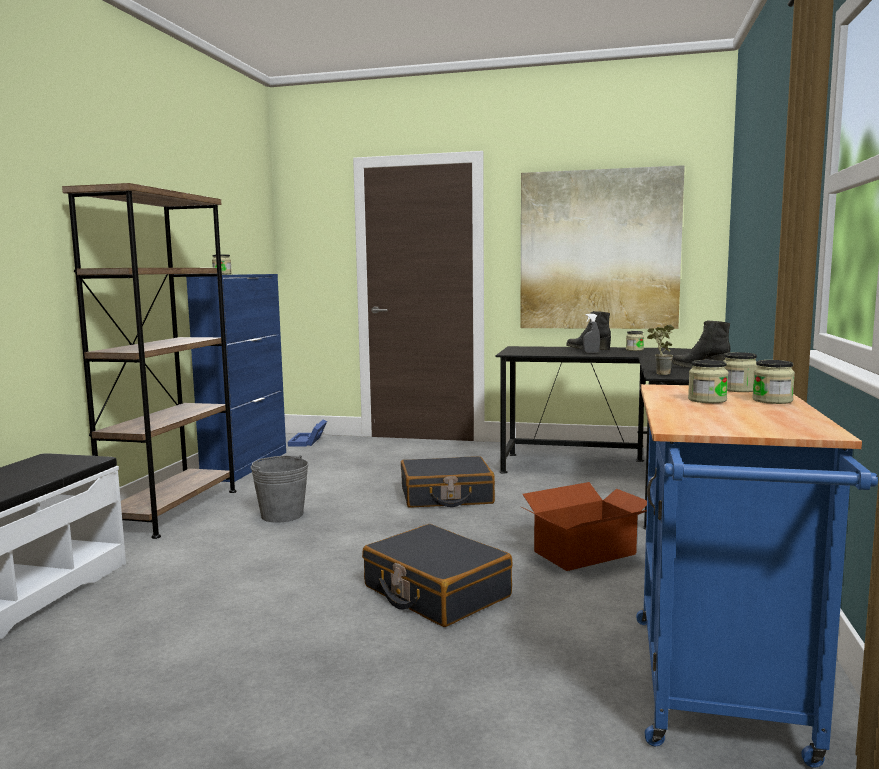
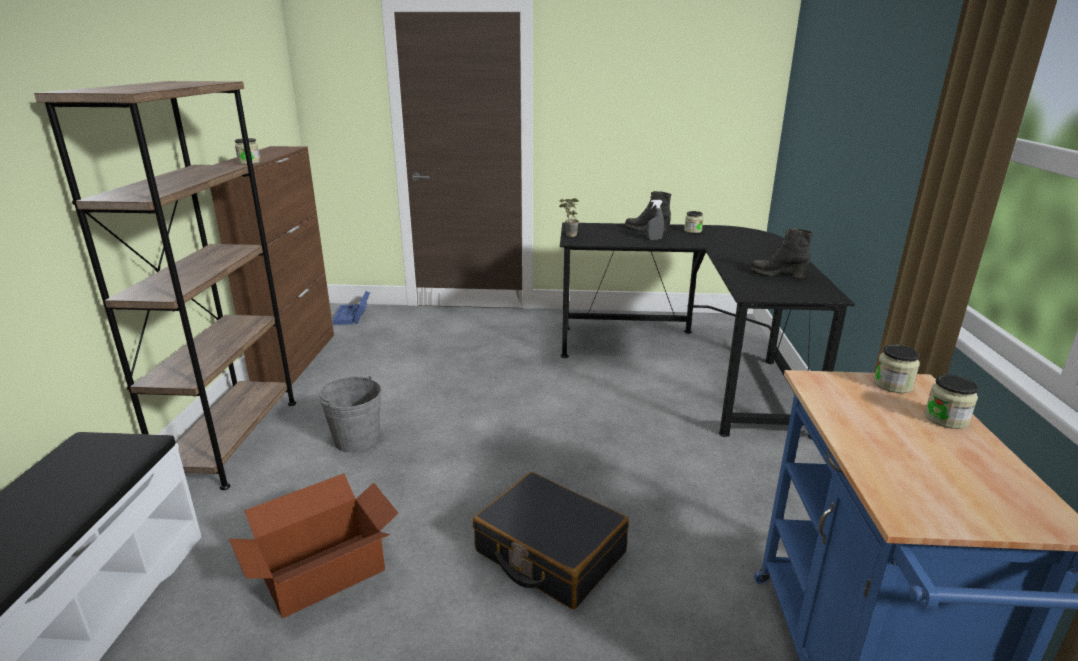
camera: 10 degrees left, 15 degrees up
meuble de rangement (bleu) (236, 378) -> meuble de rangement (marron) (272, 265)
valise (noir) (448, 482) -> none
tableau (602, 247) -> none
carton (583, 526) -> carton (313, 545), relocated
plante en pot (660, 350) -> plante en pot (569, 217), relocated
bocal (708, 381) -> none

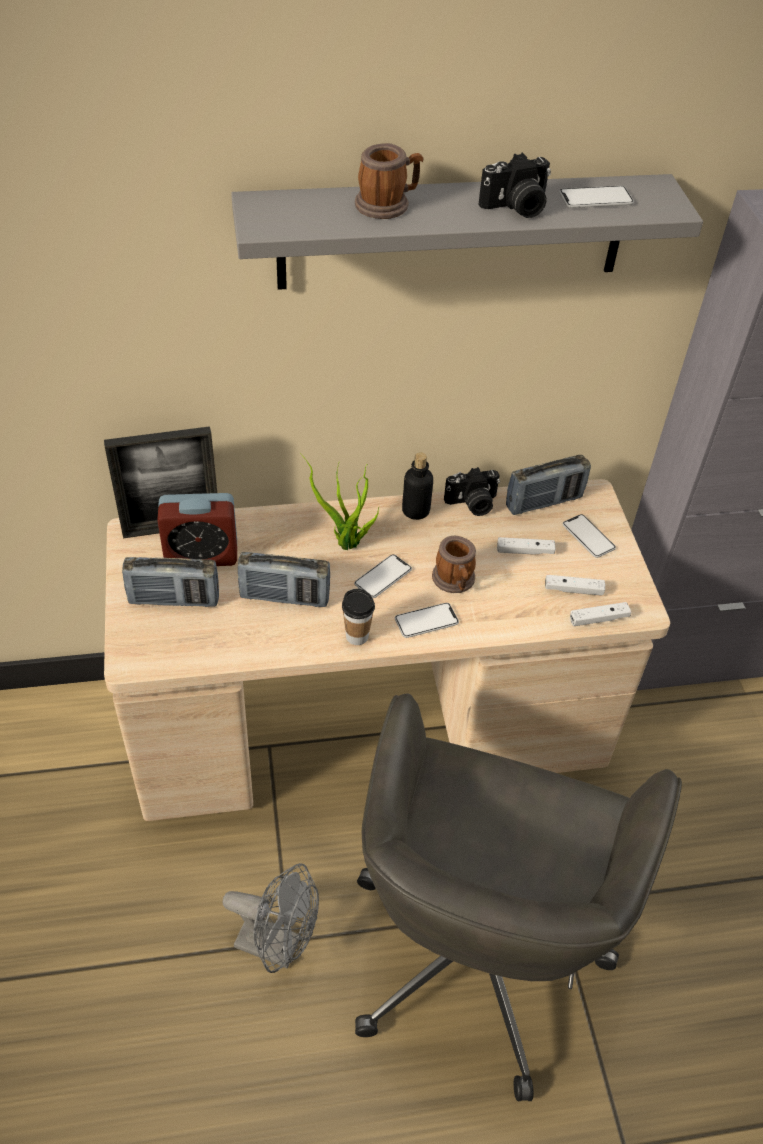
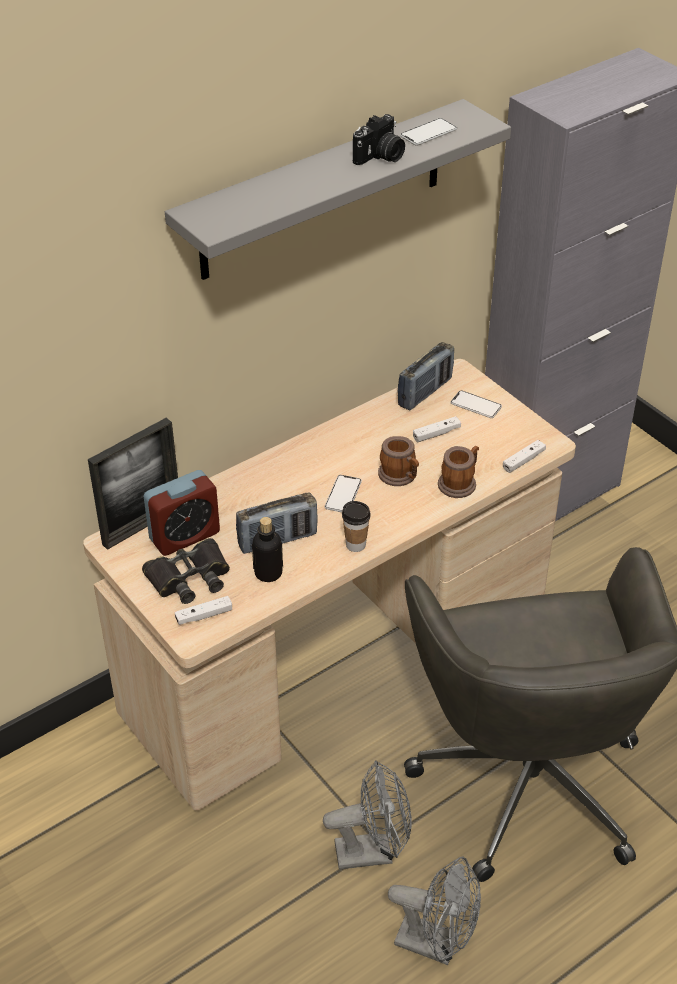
camera: 25 degrees left, 5 degrees down
radio (170, 582) -> jumelles (noir) (186, 571)
plante en pot (340, 501) -> none
mug (389, 181) -> mug (458, 472), relocated
téléphone (427, 620) -> none
bouteille (417, 486) -> bouteille (267, 549), relocated
appareil photo (472, 491) -> none
manette (blanc) (575, 585) -> manette (blanc) (203, 610), relocated
none -> ventilateur (gris) (434, 911)

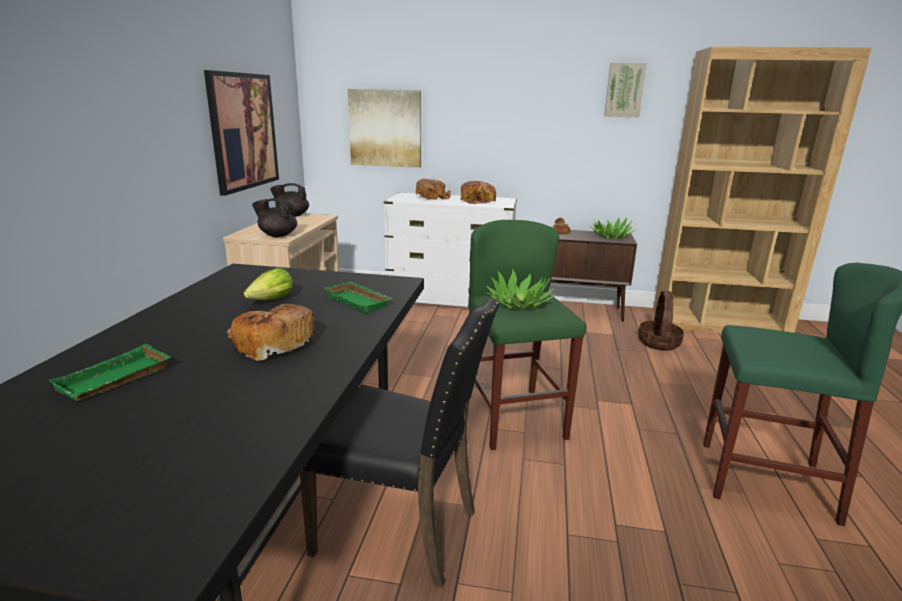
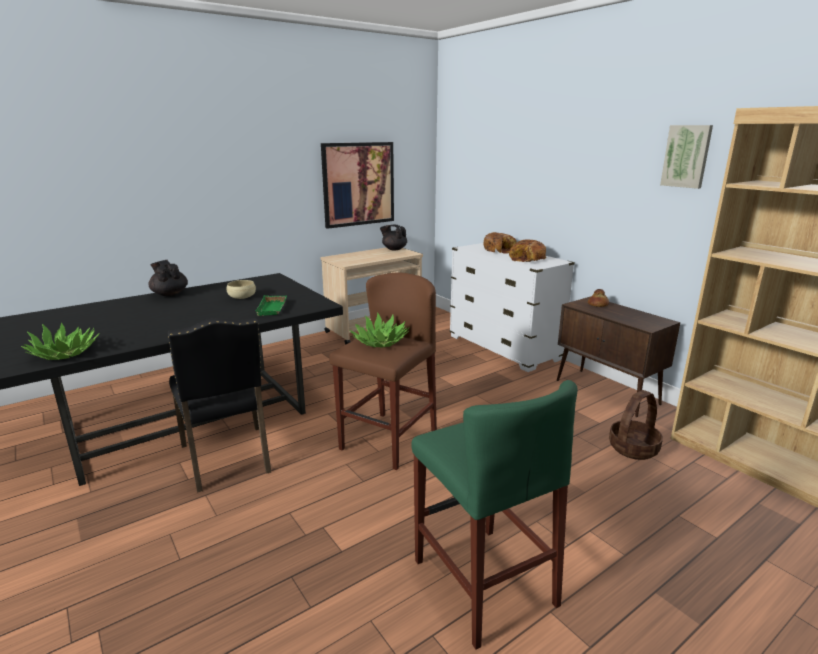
camera: 45 degrees right, 0 degrees up
plateau (vert) (109, 372) -> none
pain (270, 332) -> none
laitue (268, 284) -> bol (beige) (241, 289)
théière (noir) (274, 217) -> théière (noir) (168, 278), relocated
tableau (384, 128) -> none
tabouret (vert) (527, 335) -> tabouret (marron) (383, 371)
plante en pot (613, 228) -> plante en pot (60, 341), relocated

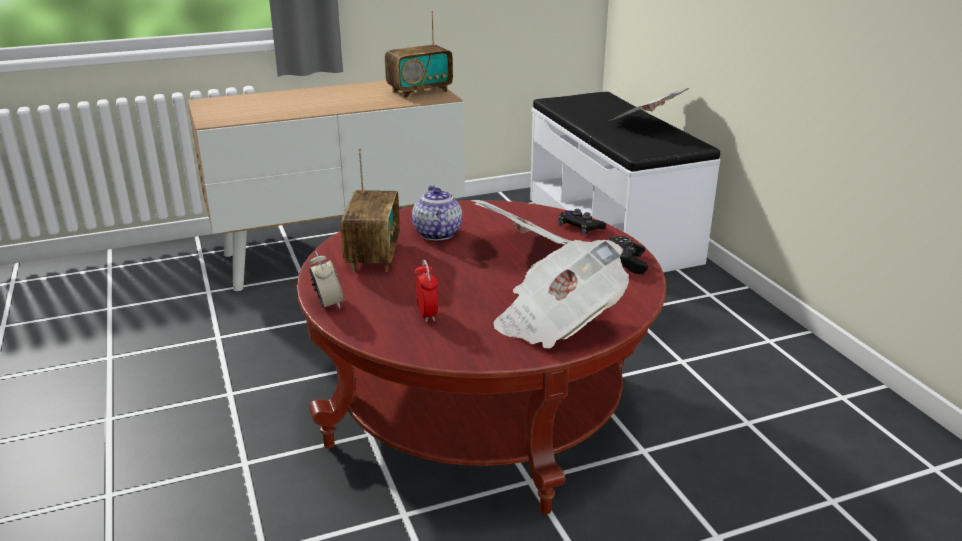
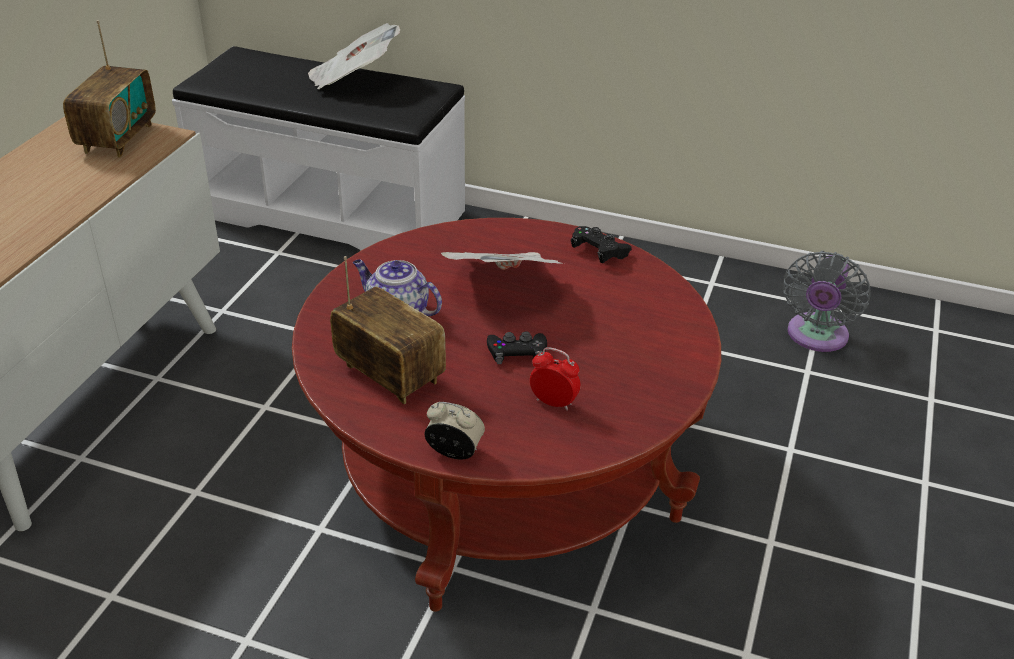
camera: 50 degrees left, 10 degrees up
journal (561, 294) -> none
manette (noir) (582, 222) -> manette (noir) (517, 347), relocated
none -> ventilateur (gris) (827, 301)

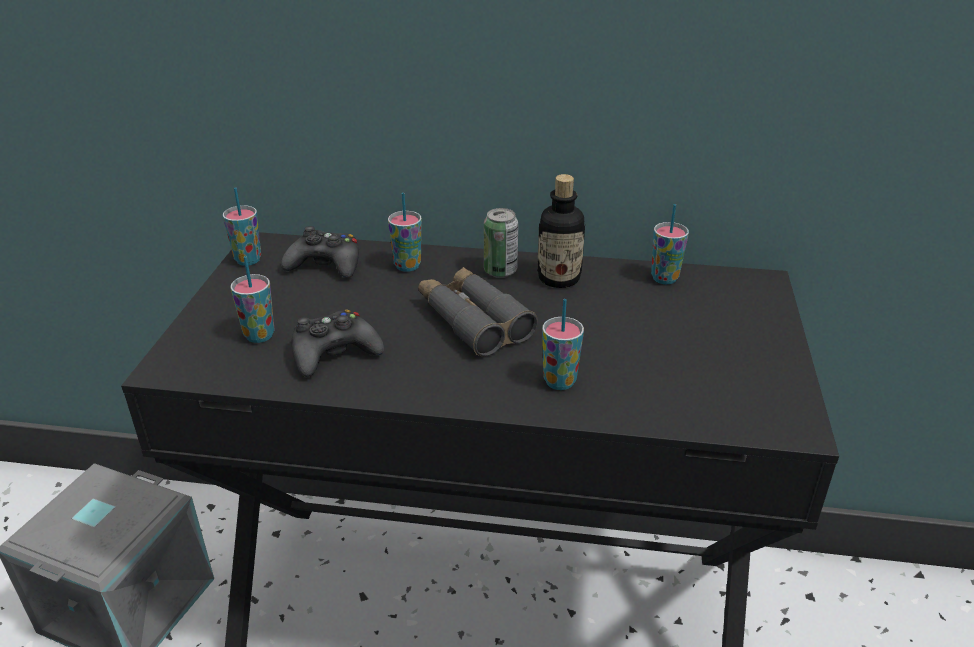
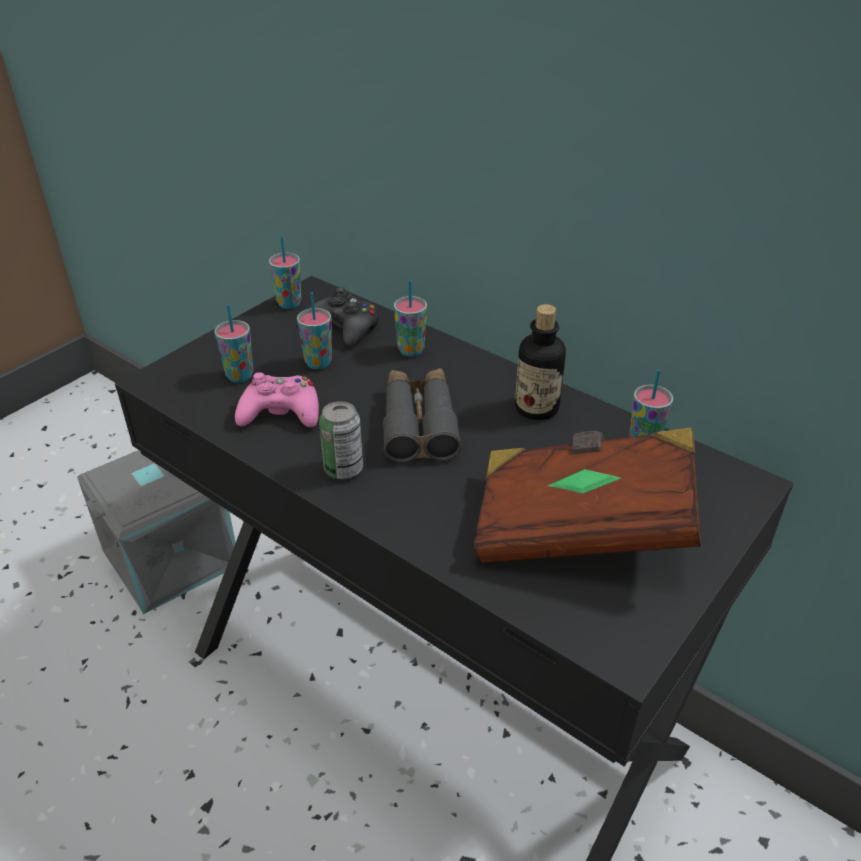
camera: 30 degrees right, 5 degrees up
manette (noir) (338, 343) -> manette (rose) (277, 400)
boîte métallique (501, 243) -> boîte métallique (341, 440), relocated
tasse (563, 344) -> tasse (314, 330), relocated
none -> livre (marron) (587, 495)

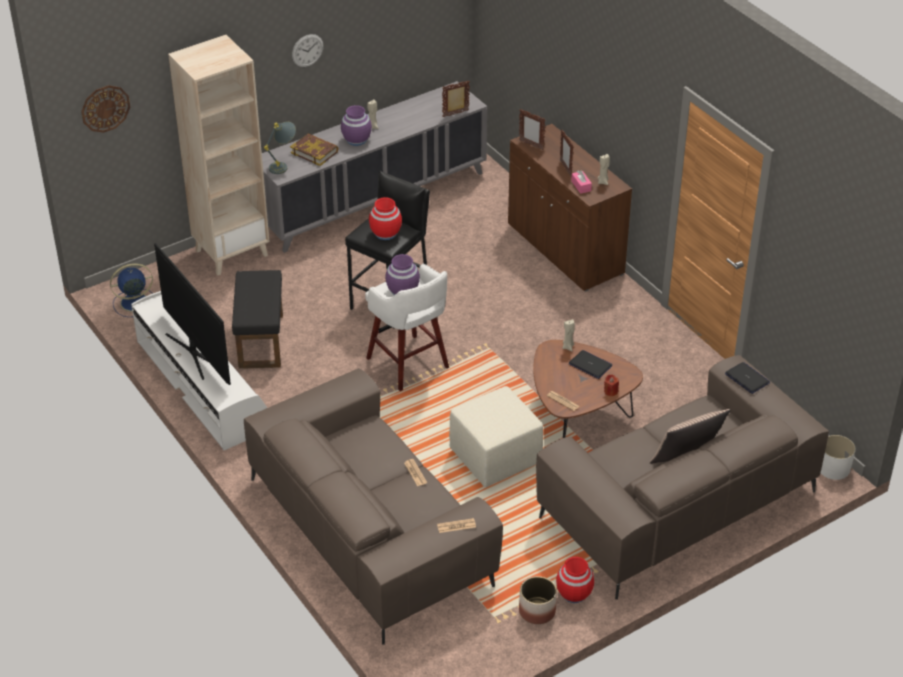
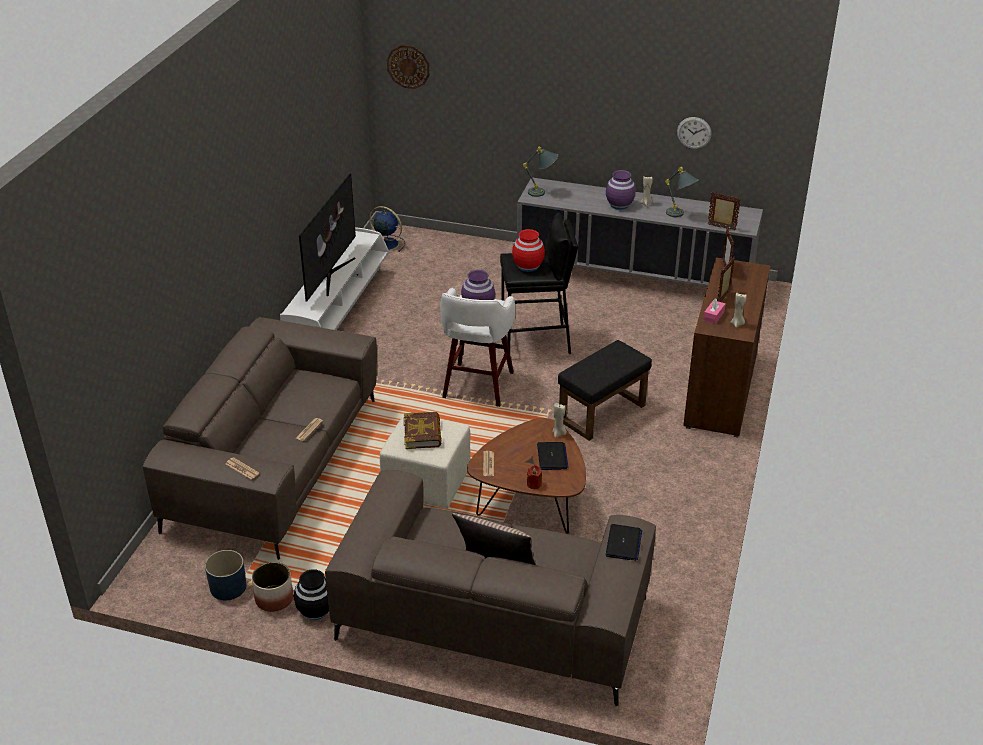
camera: 50 degrees right, 5 degrees down
bibliothèque (beige) (219, 155) -> none
pouf (noir) (257, 319) -> pouf (noir) (605, 390), relocated
livre (314, 150) -> livre (423, 430), relocated
horloge murale (308, 50) -> horloge murale (694, 133), relocated
vase (rouge) (575, 580) -> vase (noir) (311, 594)
cache-pot (blanc) (838, 457) -> none
none -> cache-pot (bleu) (225, 575)
none -> lampe de table (gris) (681, 192)

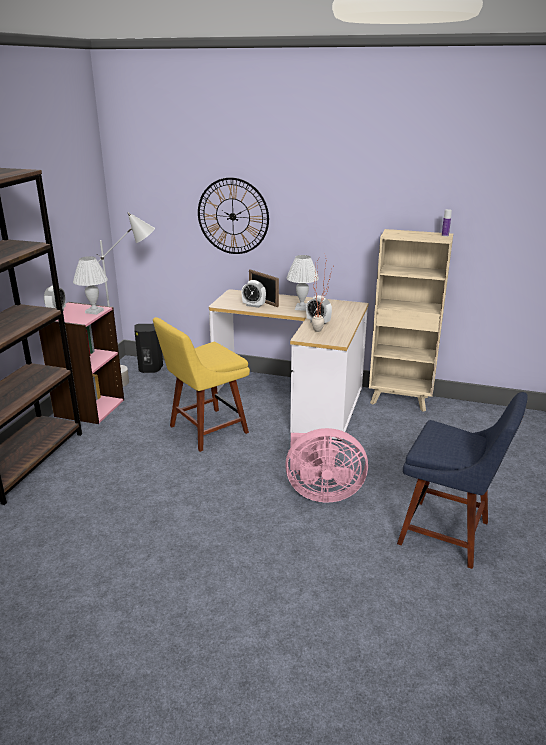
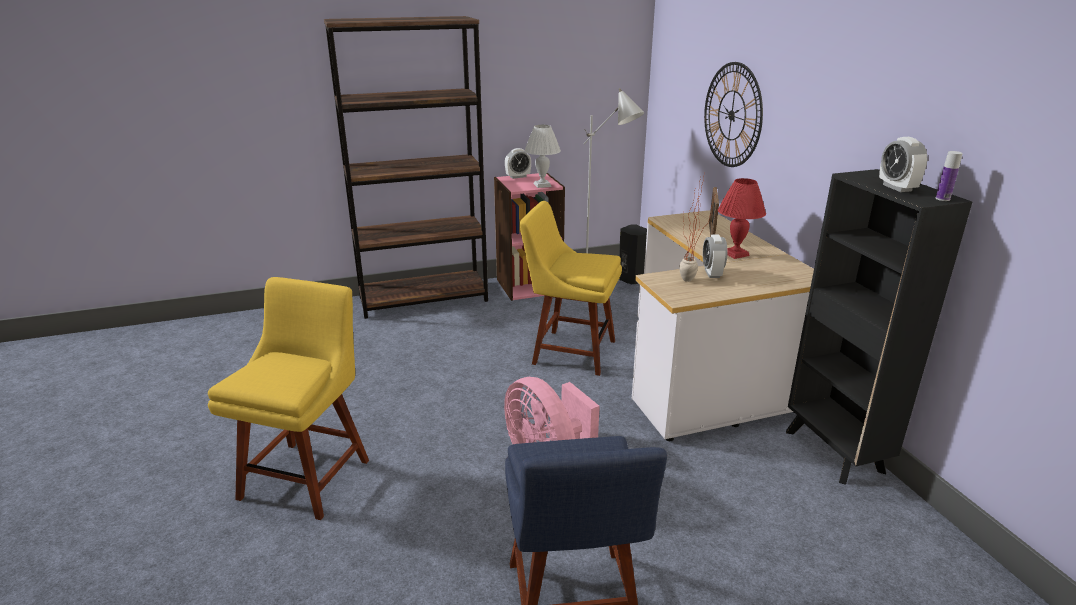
camera: 55 degrees right, 0 degrees up
réveil (254, 294) -> réveil (903, 164), relocated
lampe de table (blanc) (302, 283) -> lampe de table (rouge) (742, 218)
bibliothèque (beige) (411, 320) -> bibliothèque (noir) (879, 327)
none -> chaise (jaune) (288, 398)

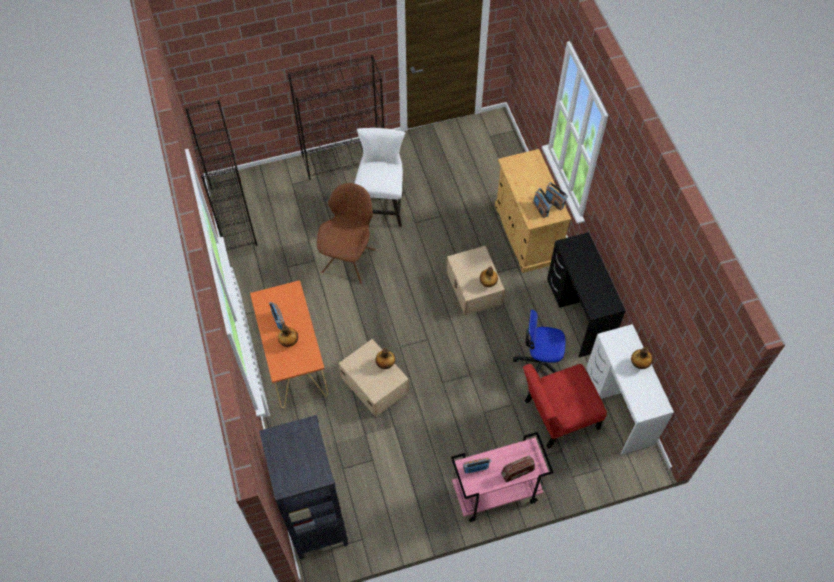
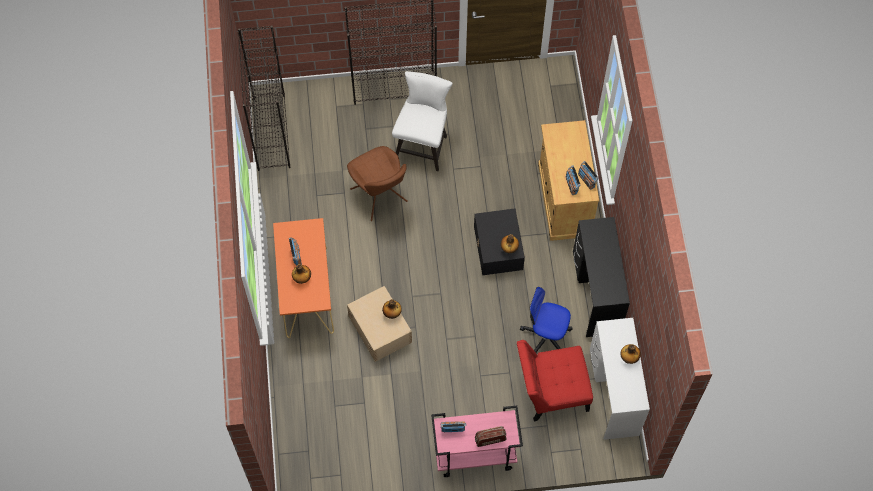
camera: 10 degrees right, 5 degrees up
bibliothèque (noir) (303, 487) -> none
chaise (marron) (346, 233) -> chaise (marron) (377, 183), 120 degrees clockwise
boîte de rangement (beige) (475, 280) -> boîte de rangement (noir) (499, 241)

